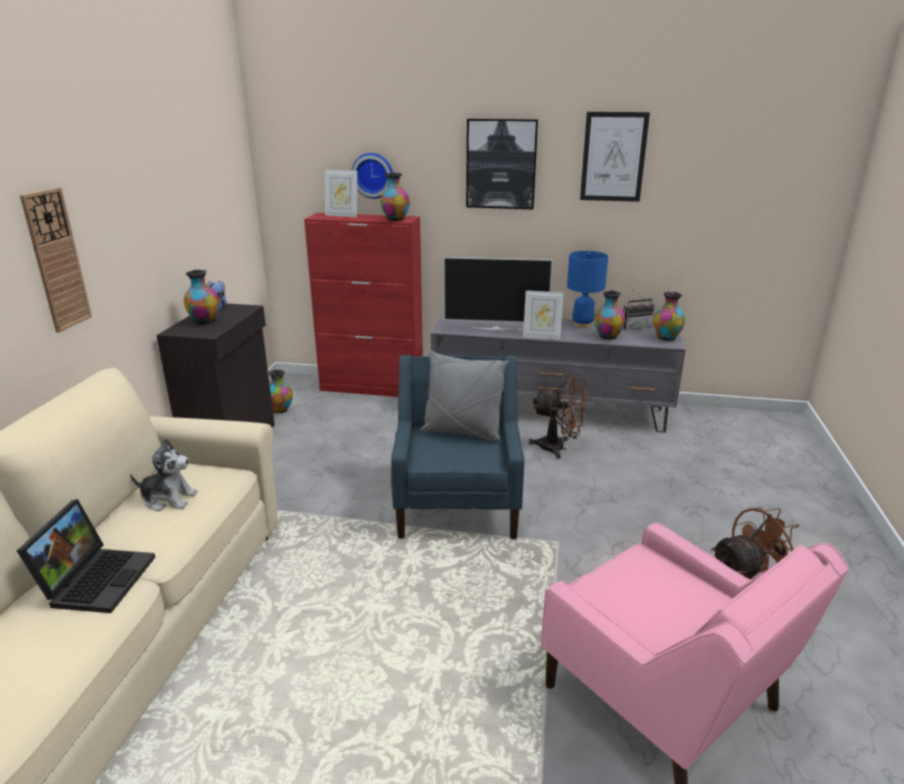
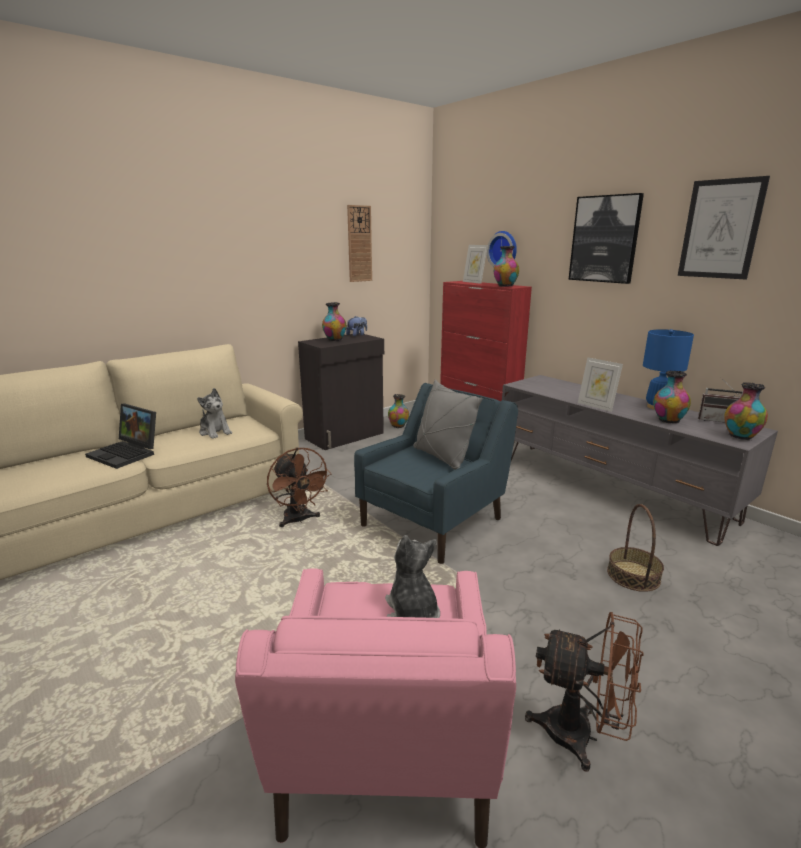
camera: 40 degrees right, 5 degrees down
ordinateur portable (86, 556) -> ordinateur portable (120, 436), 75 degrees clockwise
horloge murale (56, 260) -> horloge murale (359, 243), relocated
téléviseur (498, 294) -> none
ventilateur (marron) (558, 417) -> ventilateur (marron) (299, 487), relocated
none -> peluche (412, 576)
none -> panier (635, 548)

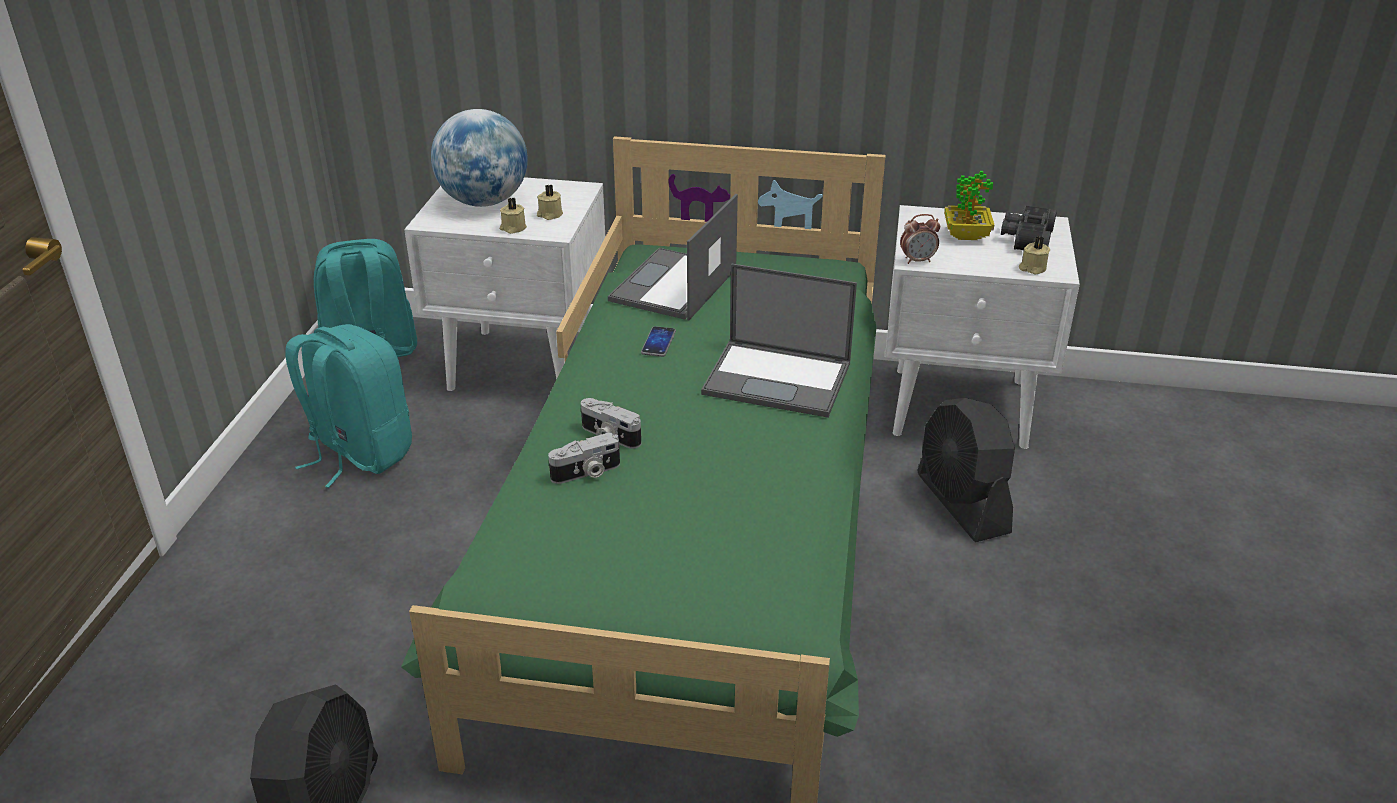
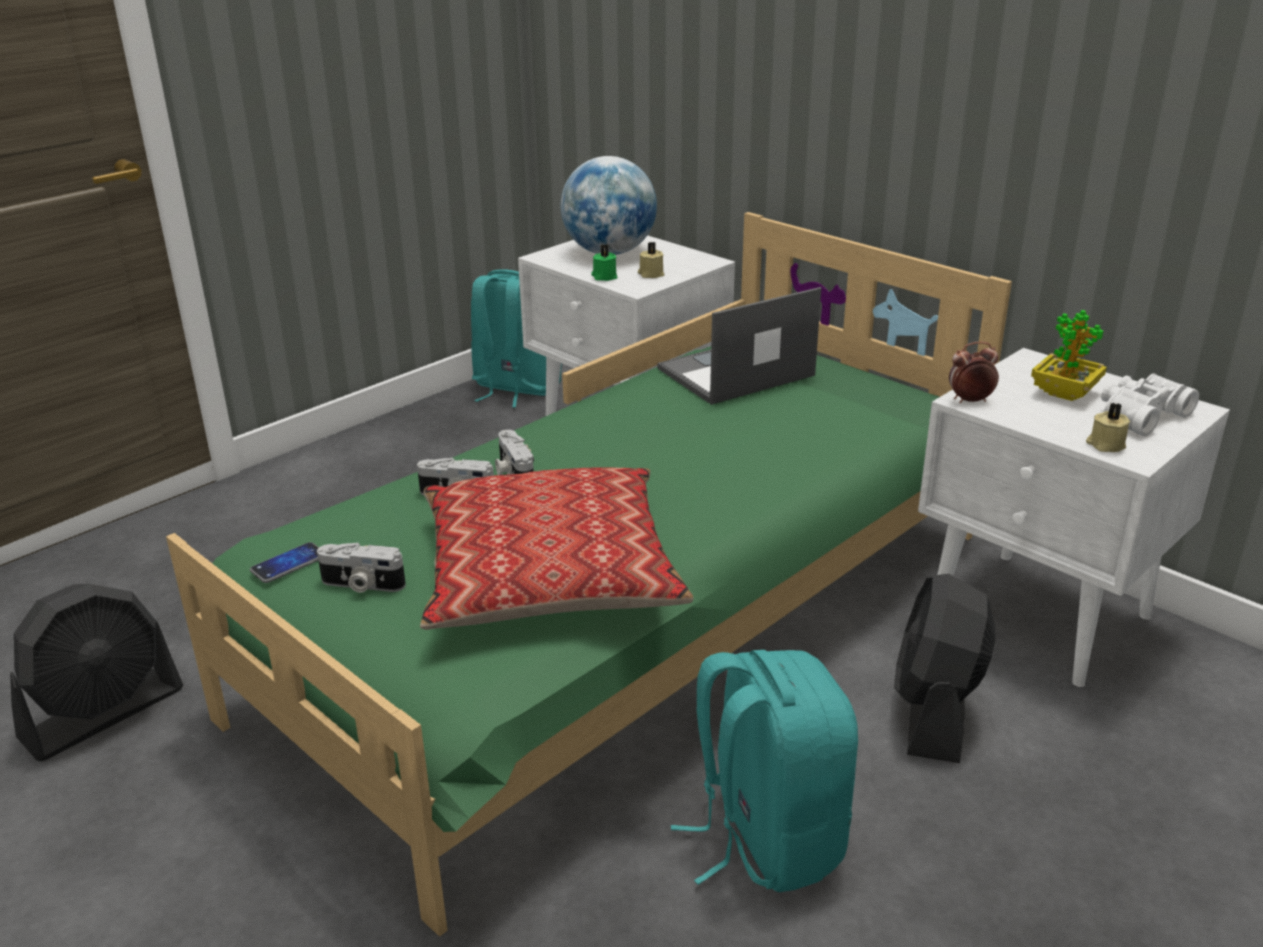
camera: 35 degrees right, 5 degrees down
sac à dos (turquoise) (348, 406) -> sac à dos (turquoise) (764, 771), relocated
bougie (beige) (513, 216) -> bougie (vert) (604, 262)
téléphone (658, 341) -> téléphone (284, 562), relocated
ordinateur portable (779, 341) -> none
réveil (920, 239) -> réveil (974, 372), 150 degrees clockwise
jumelles (noir) (1029, 227) -> jumelles (blanc) (1150, 405)
none -> appareil photo (361, 568)
none -> coussin (556, 548)

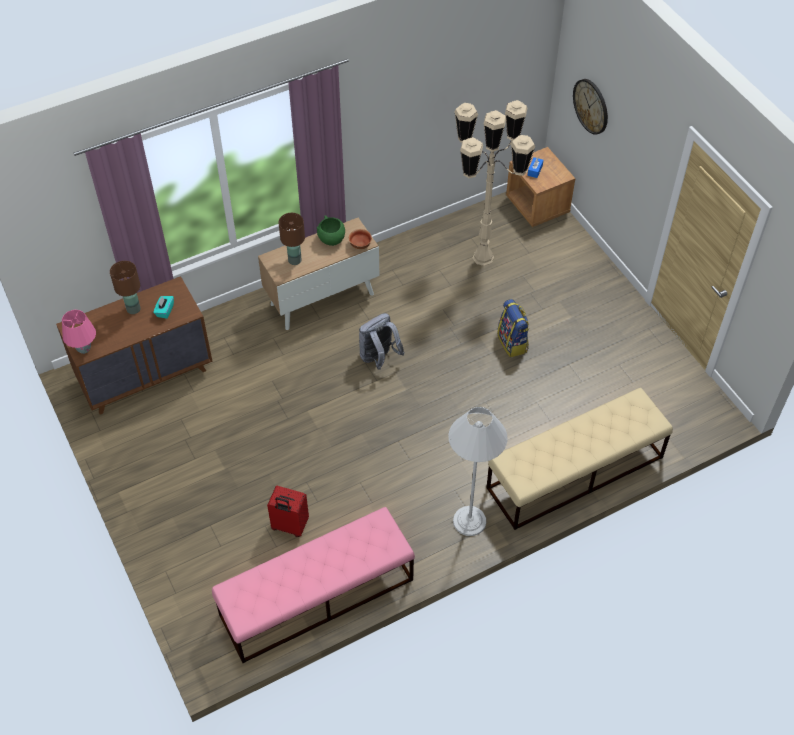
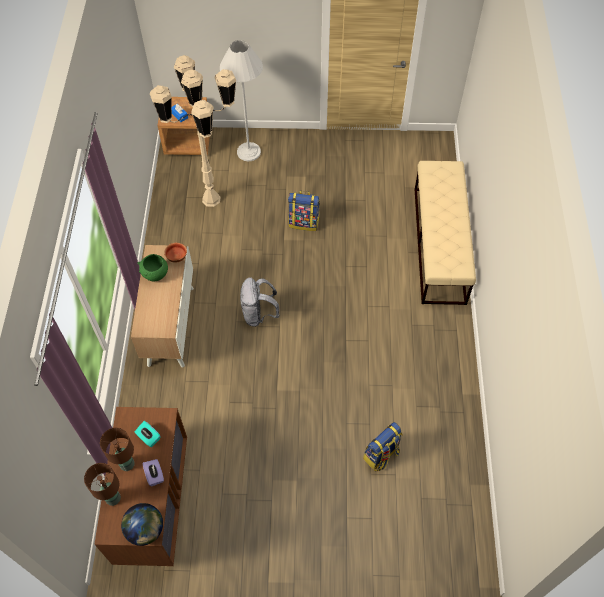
camera: 60 degrees left, 5 degrees up
lampe de table (rose) (79, 332) -> globe (142, 524)
banc (rose) (313, 585) -> none
valise (rouge) (288, 511) -> sac à dos (382, 446)
lampe de table (marron) (291, 239) -> lampe de table (marron) (102, 484), relocated
lampadaire (blanc) (478, 471) -> lampadaire (blanc) (241, 100), relocated
horloge murale (590, 107) -> none
none -> boîte à mouchoirs (violet) (153, 472)

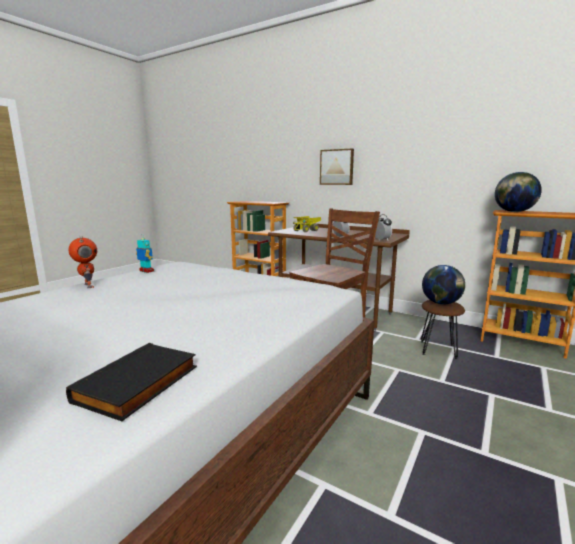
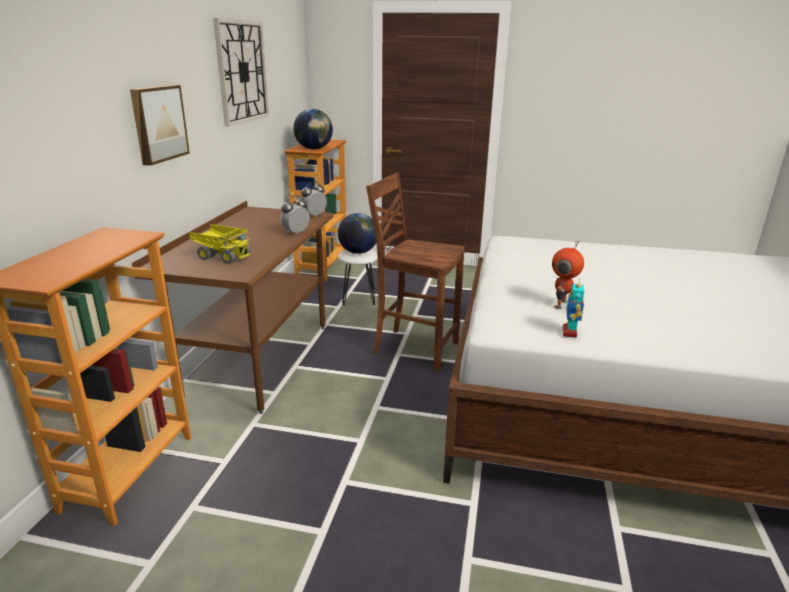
camera: 110 degrees left, 10 degrees up
livre (noir) (131, 382) -> none
robot jouet (82, 262) -> robot jouet (568, 275), relocated
tabouret (marron) (443, 329) -> tabouret (blanc) (358, 277)
none -> horloge murale (241, 72)

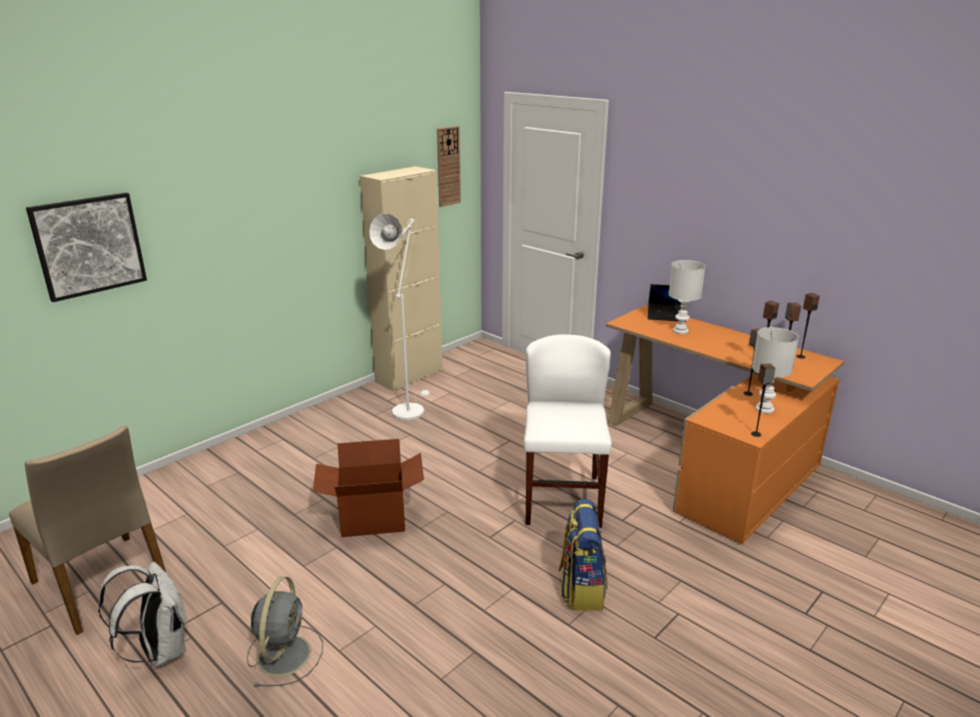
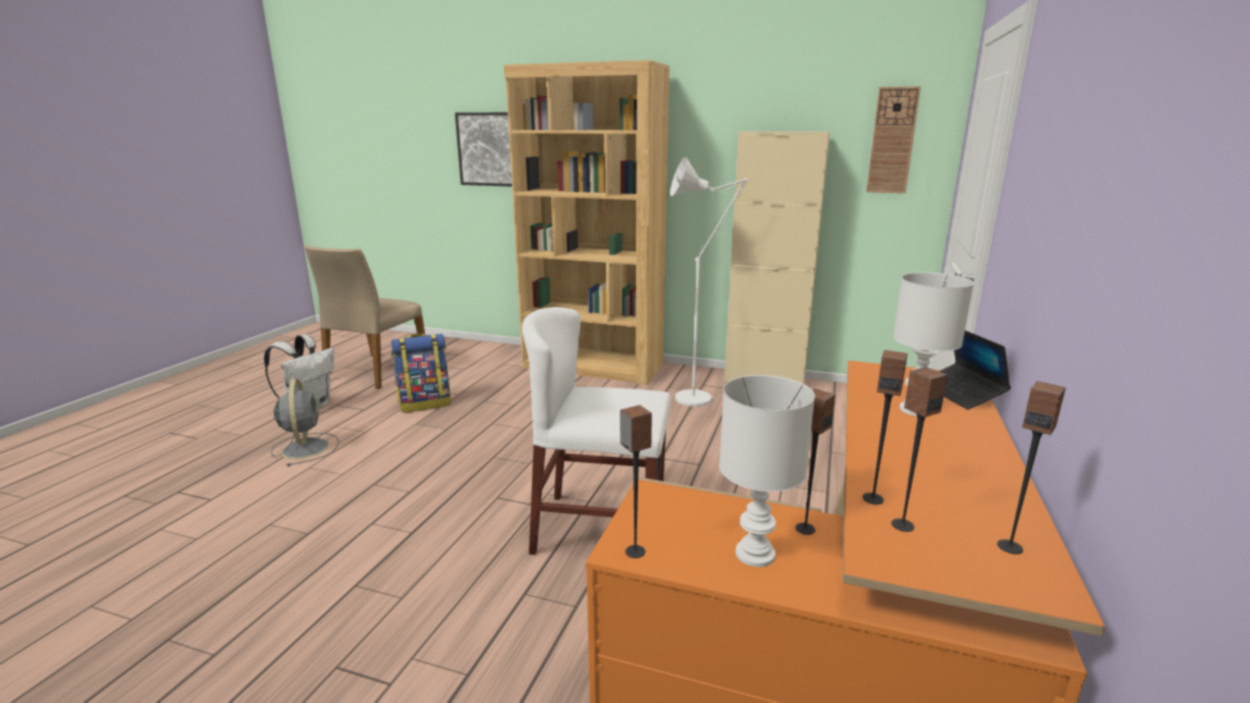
camera: 65 degrees right, 5 degrees down
ventilateur (gris) (285, 631) -> ventilateur (gris) (305, 422), 90 degrees counterclockwise
carton (368, 488) -> none
chaise (blanc) (568, 431) -> chaise (blanc) (596, 431), 150 degrees counterclockwise
sac à dos (583, 555) -> sac à dos (421, 373), relocated
none -> bibliothèque (marron) (587, 222)

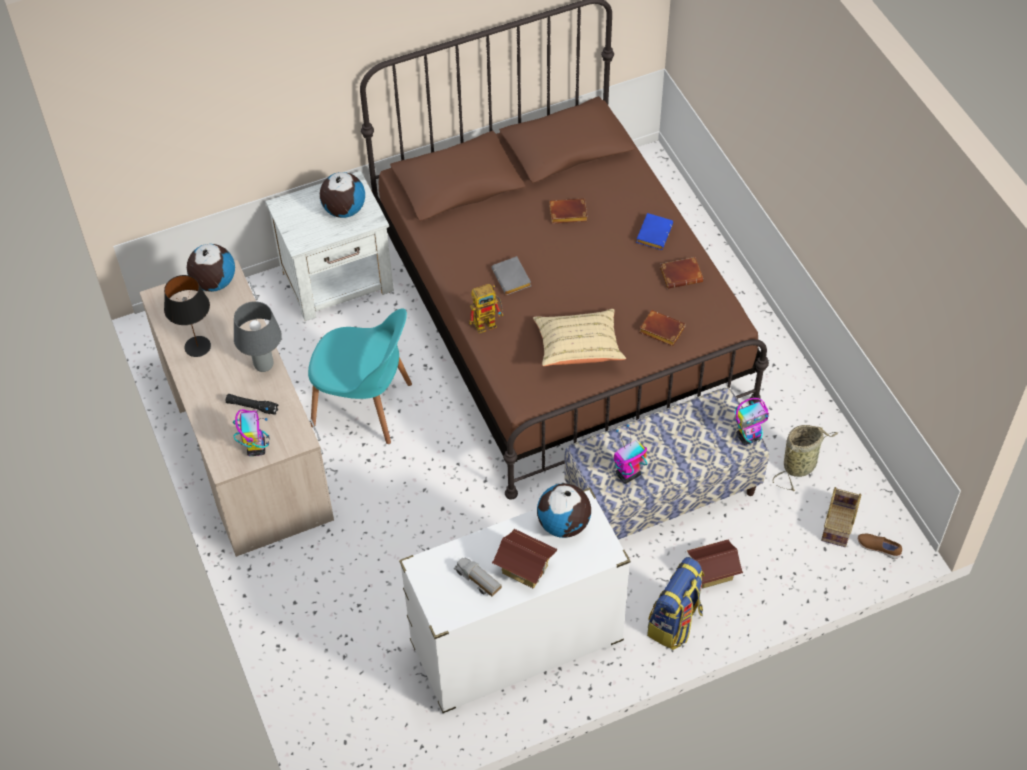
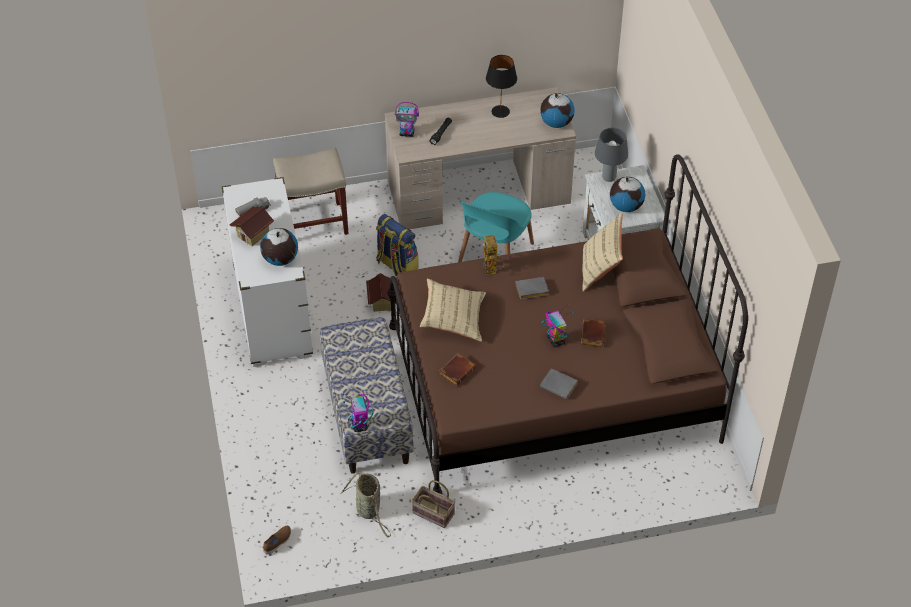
camera: 100 degrees right, 5 degrees down
lampe de table (gris) (258, 336) -> lampe de table (gris) (611, 155), relocated
robot jouet (631, 454) -> robot jouet (558, 325), relocated
livre (bleu) (654, 231) -> livre (gris) (559, 383)
sac à dos (675, 603) -> sac à dos (397, 245), relocated
livre (marron) (681, 273) -> none
maison miniature (715, 564) -> maison miniature (378, 292), relocated
panier (841, 517) -> panier (433, 504), relocated
none -> tabouret (beige) (311, 191)
none -> coussin (beige) (602, 252)

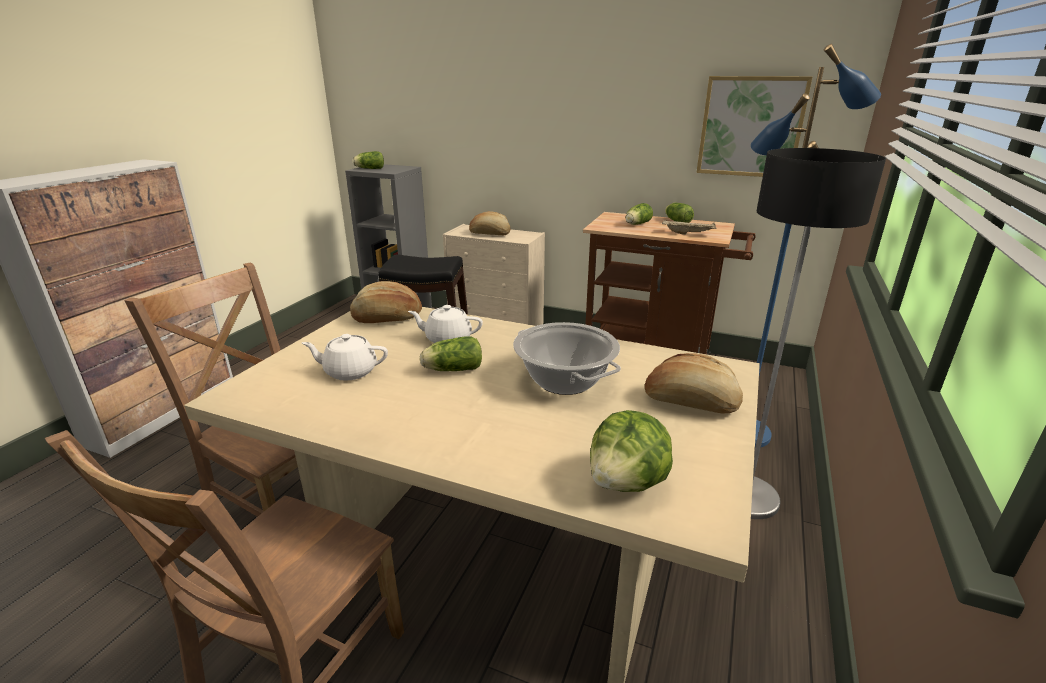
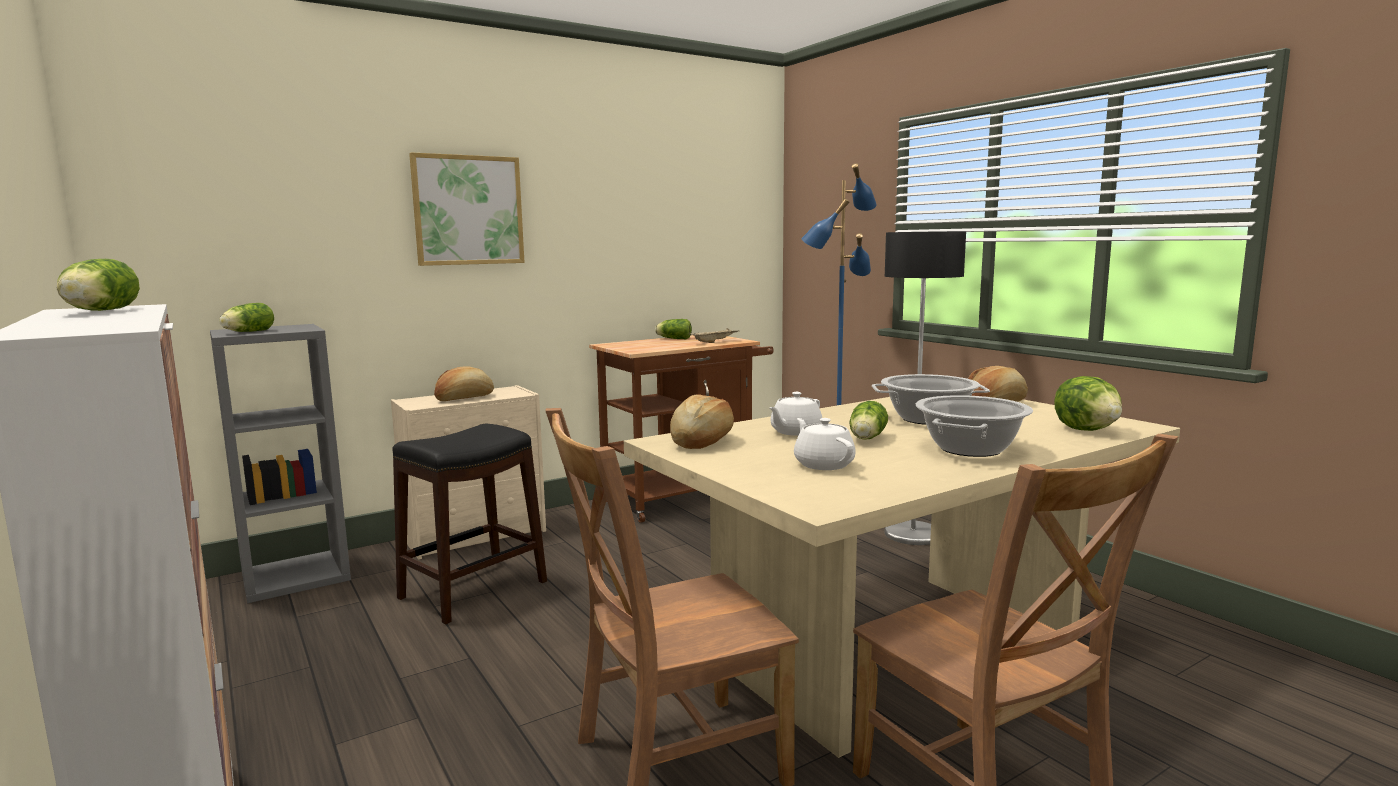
camera: 55 degrees left, 15 degrees down
théière (blanc) (345, 357) -> théière (blanc) (825, 444), 120 degrees clockwise
laitue (639, 214) -> laitue (98, 285), relocated
tableau (754, 126) -> tableau (467, 209), relocated
none -> marmite (974, 426)

